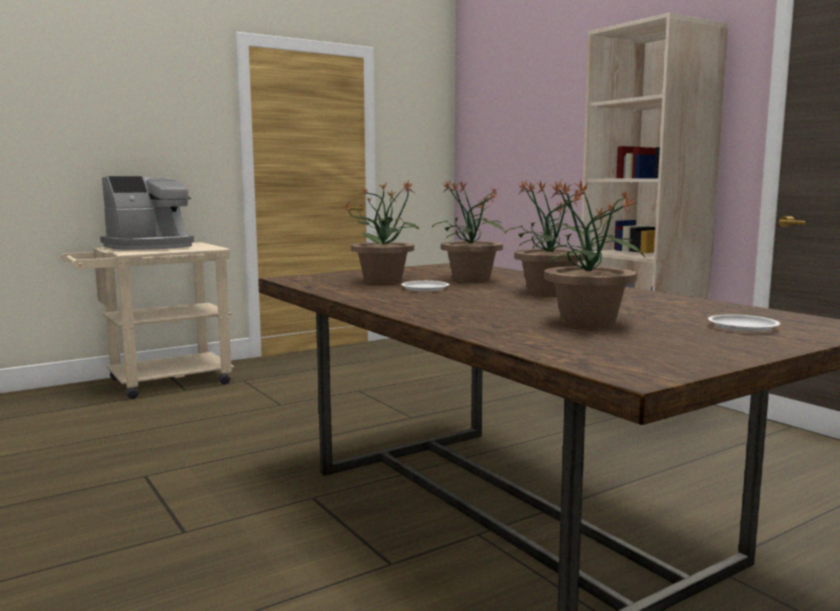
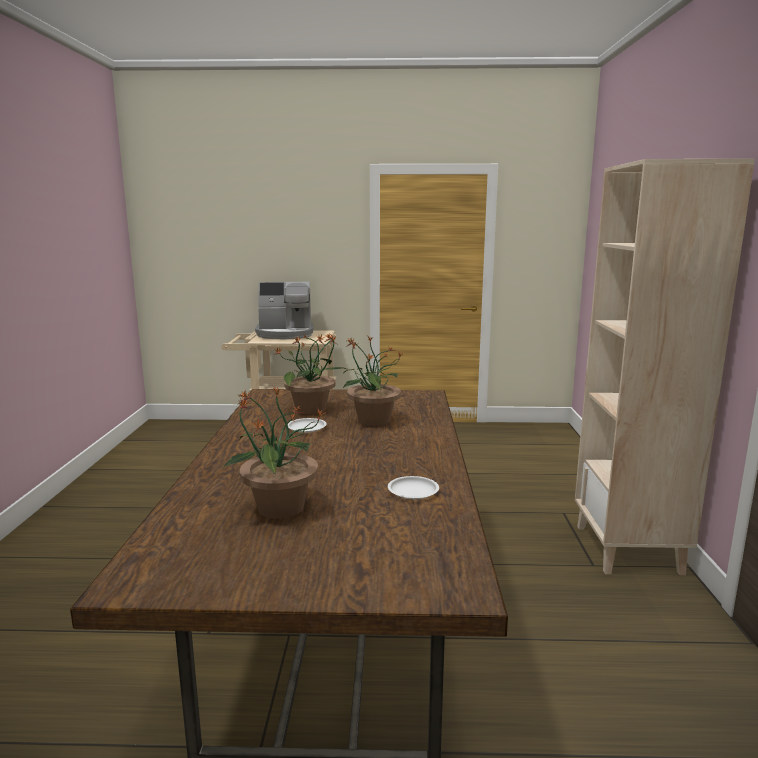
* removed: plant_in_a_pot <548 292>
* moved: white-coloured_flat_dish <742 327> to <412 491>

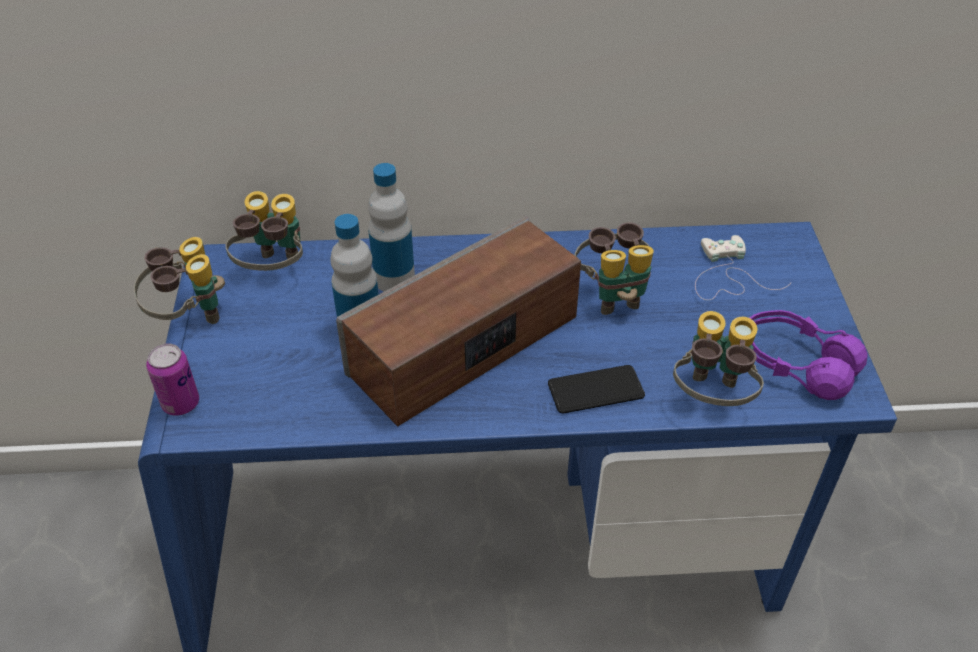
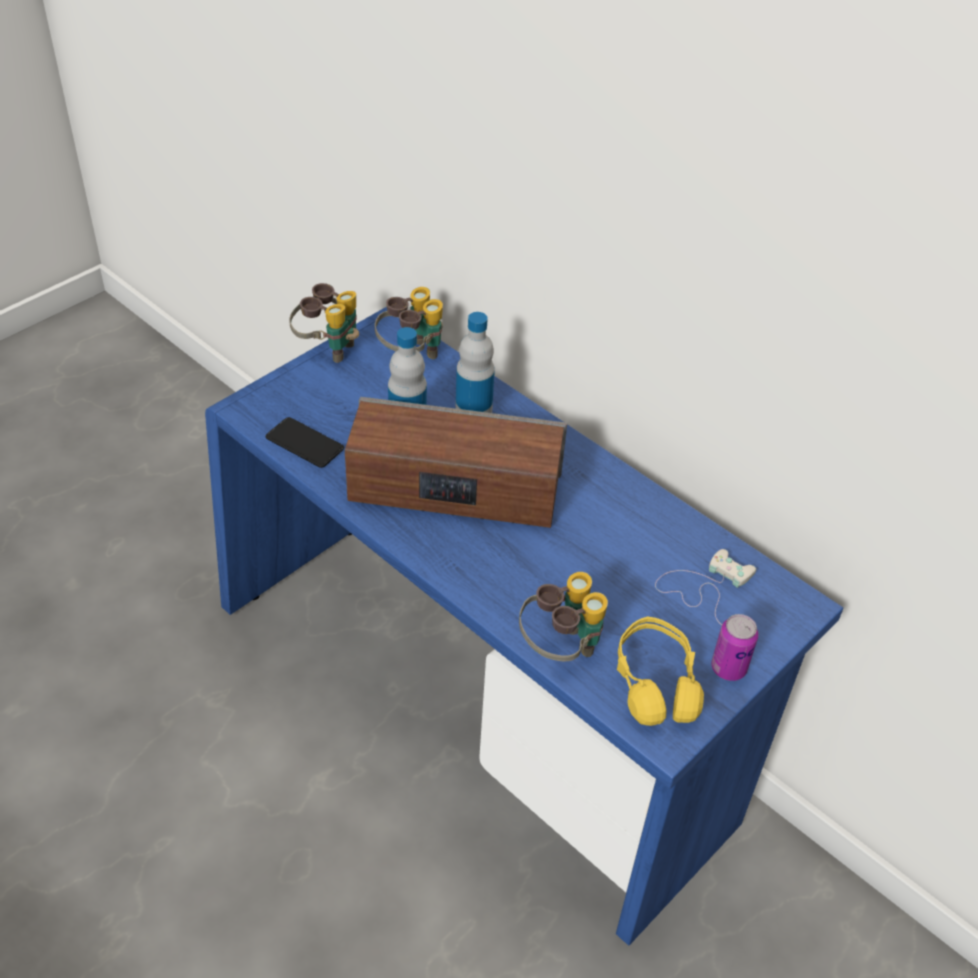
* removed: binoculars <612 295>
* moved: sealed_can <181 403> to <728 668>
* moved: handset <595 390> to <304 443>
* recoloured: purple-coloured_pair_of_headphones <796 365> to yellowish_pair_of_headphones <655 683>

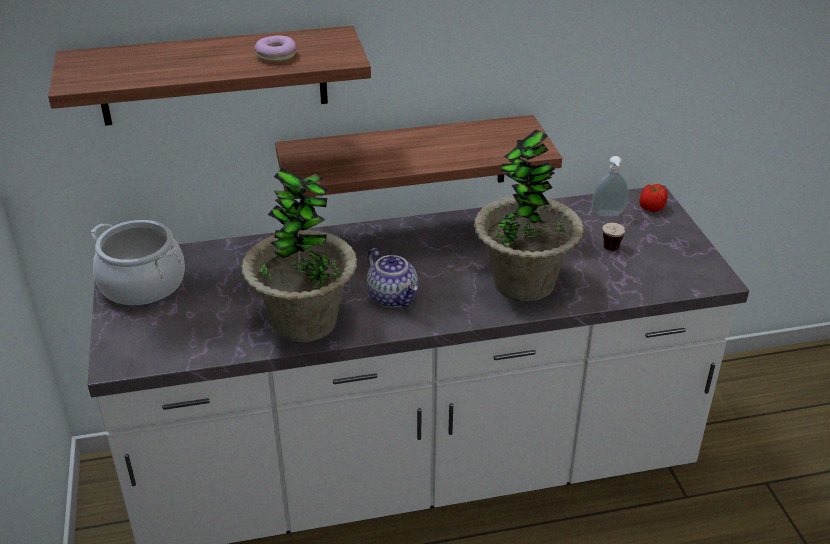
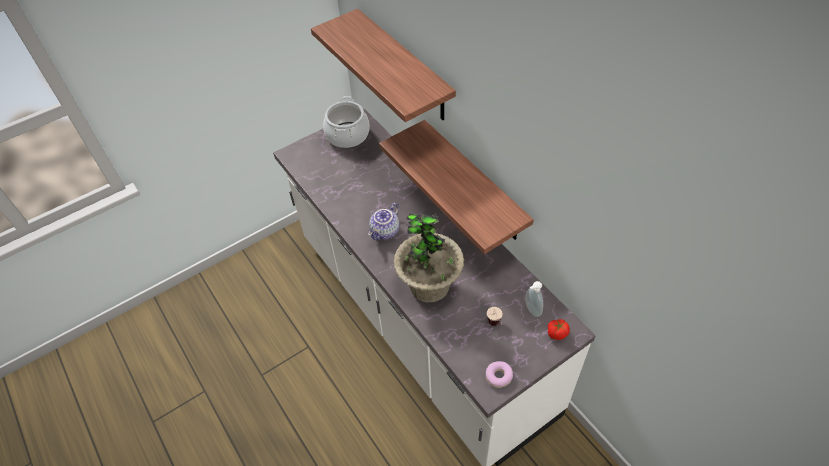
* removed: plant_in_a_pot <304 321>
* moved: ring_doughnut <276 55> to <499 376>

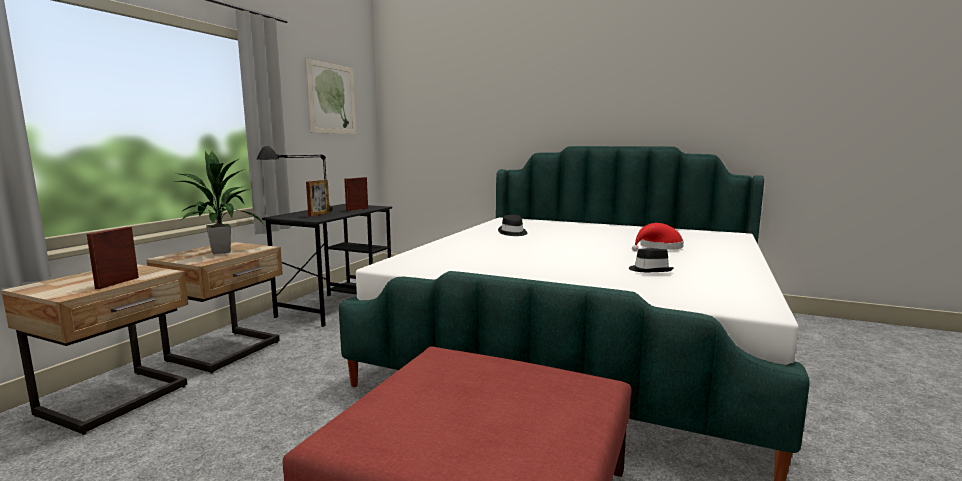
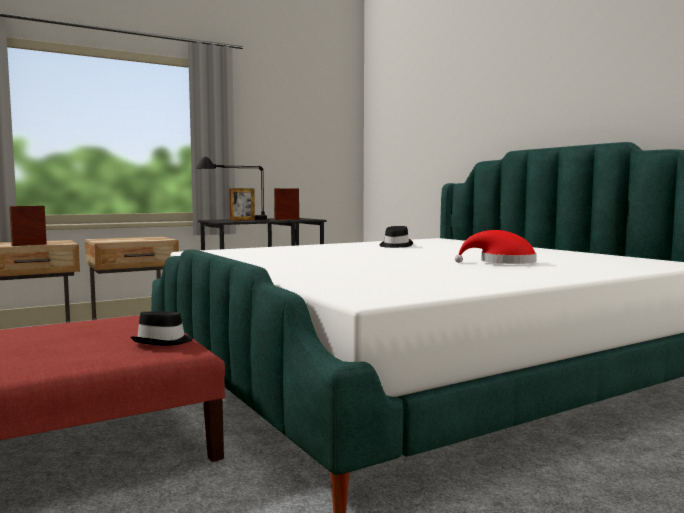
* removed: plant_in_a_pot <220 252>
* removed: wall_picture <332 99>
* moved: black_wearable_hat <650 270> to <164 342>

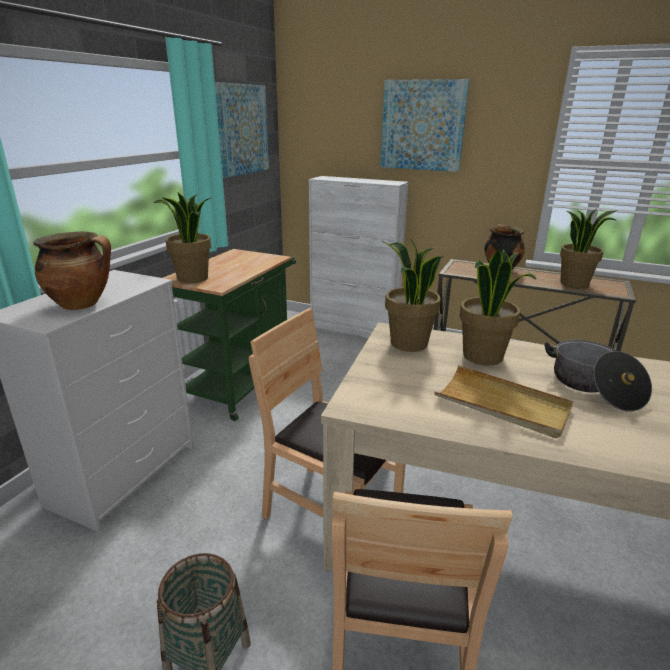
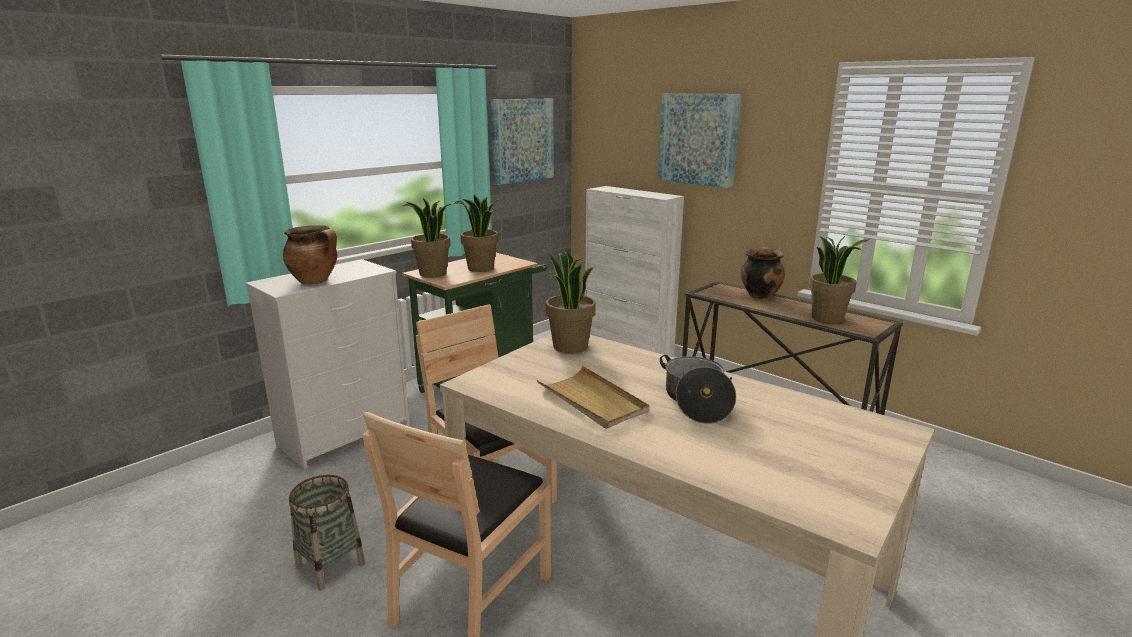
* moved: plant_in_a_pot <483 357> to <481 268>

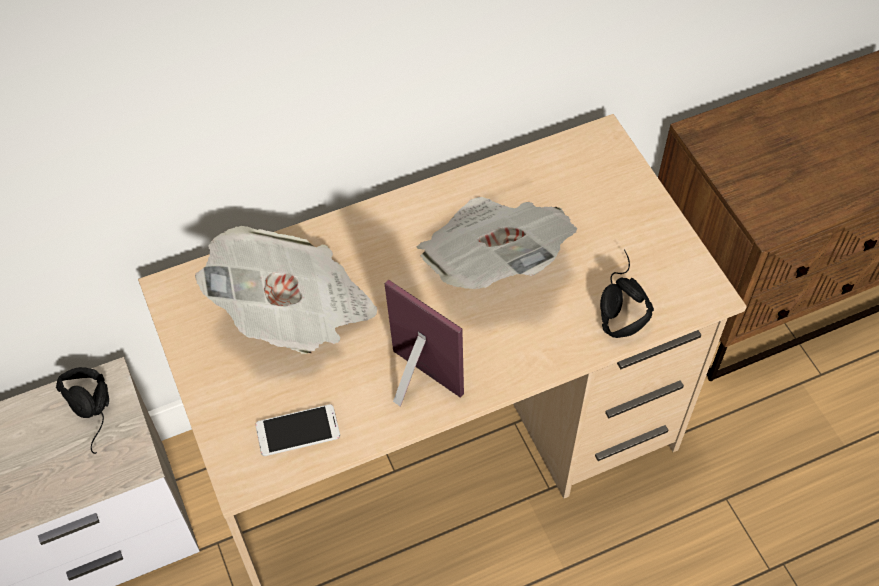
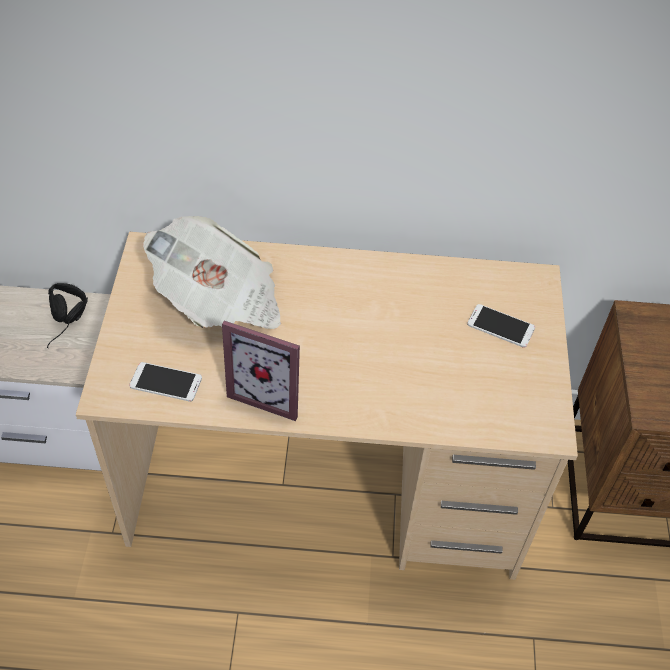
* removed: daily_paper <492 261>
* removed: black_pair_of_headphones <616 300>
* added: handset <501 326>
* turned: photo_frame <414 387> = <269 392> 135 degrees clockwise

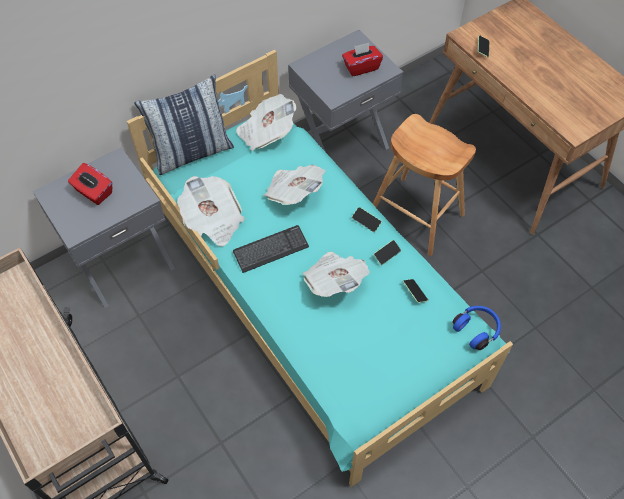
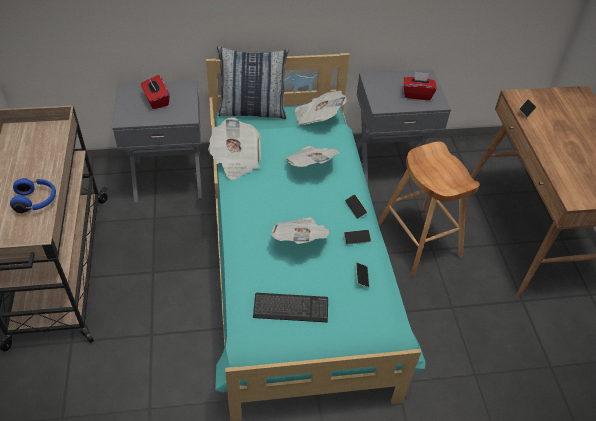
* moved: keyboard <271 249> to <290 308>
* moved: blue-coloured_pair_of_headphones <477 329> to <36 201>

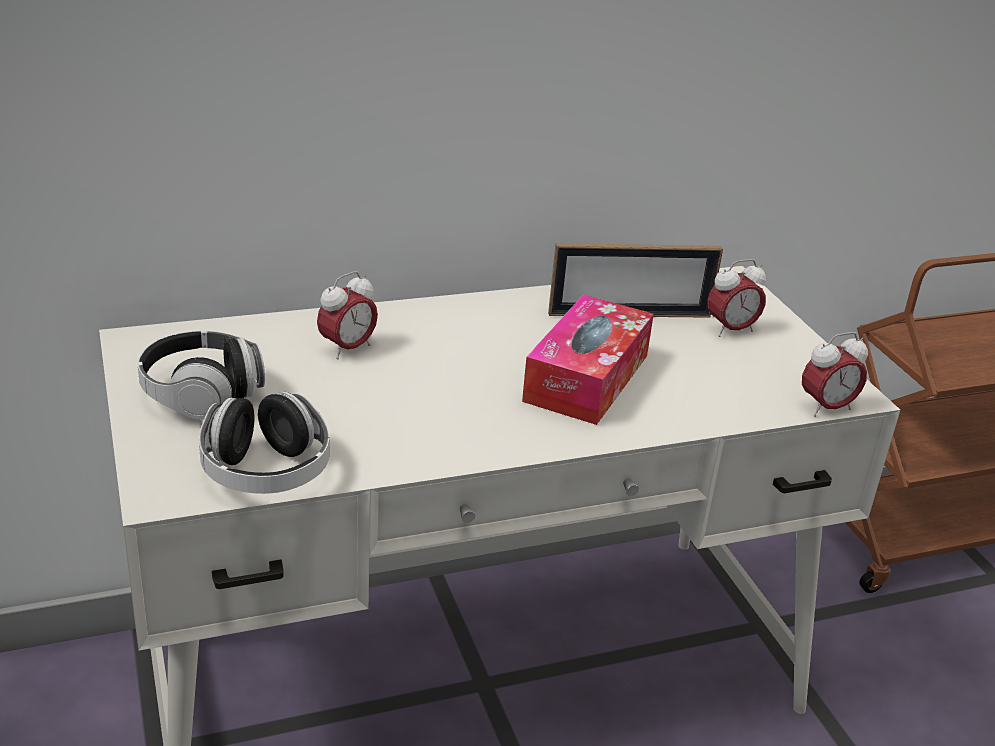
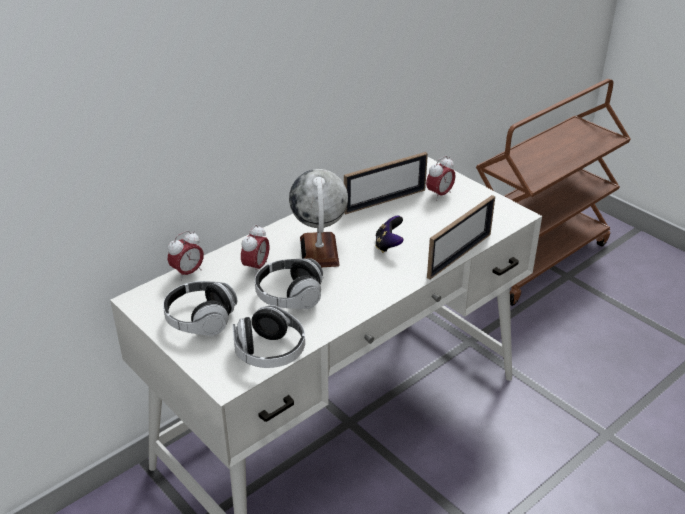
* added: pair_of_headphones <289 296>
* added: globe <319 251>
* added: photo_frame <459 255>
* moved: bedside_clock <826 408> to <188 273>
* replaced: tissue_box <586 378> to gamepad <388 245>

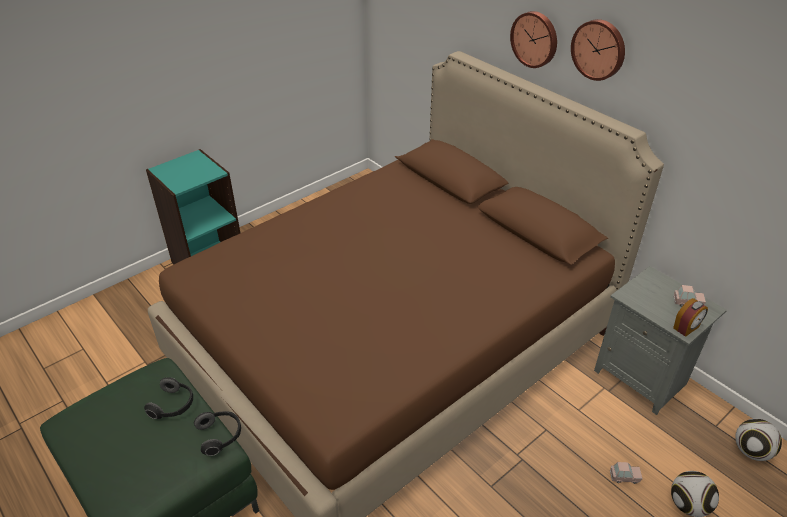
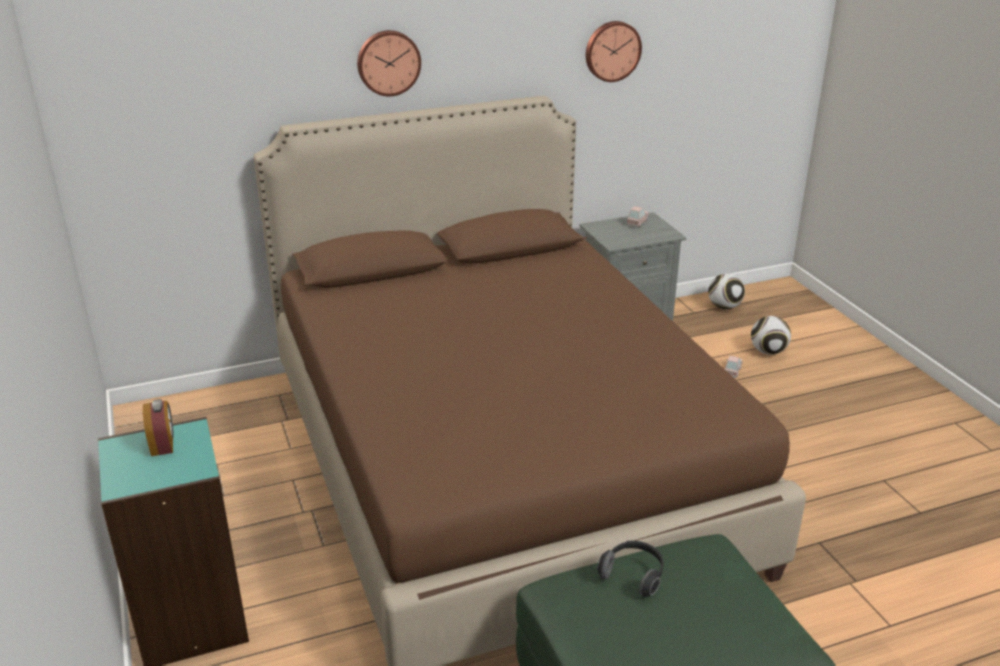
* removed: pair_of_headphones <220 436>
* moved: hanging_clock <599 49> to <612 51>
* moved: bedside_clock <686 328> to <163 445>

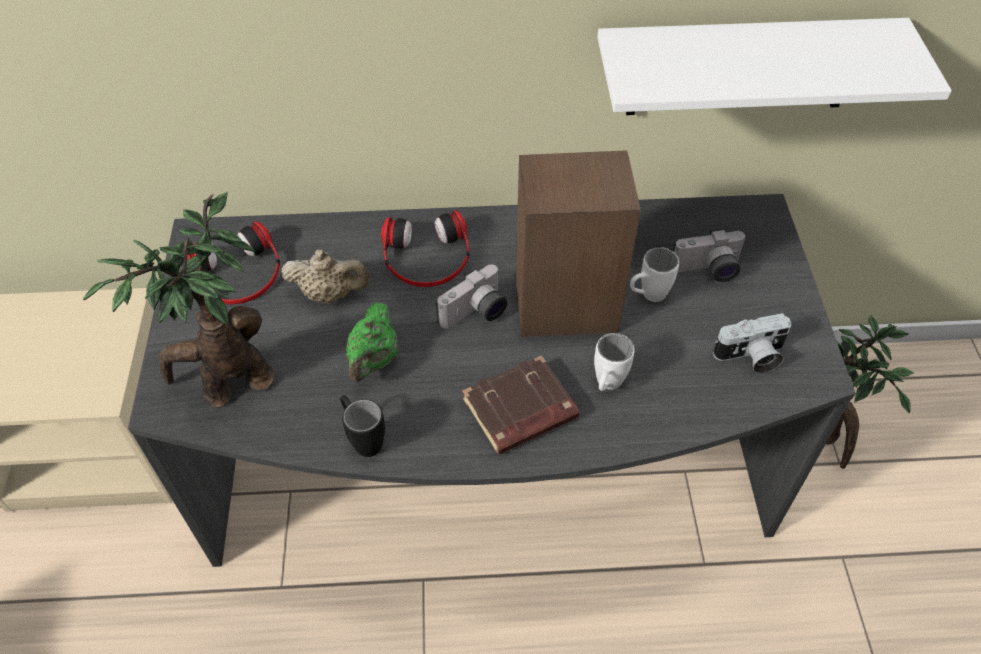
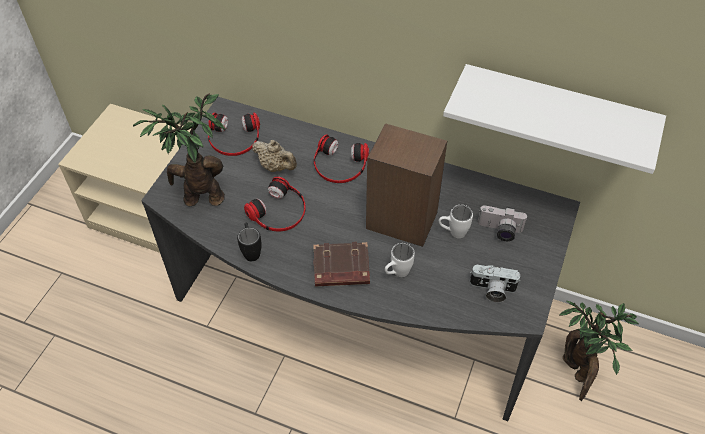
* removed: still_camera <476 314>
* replaced: greenish_teapot <373 360> to pair_of_headphones <279 211>

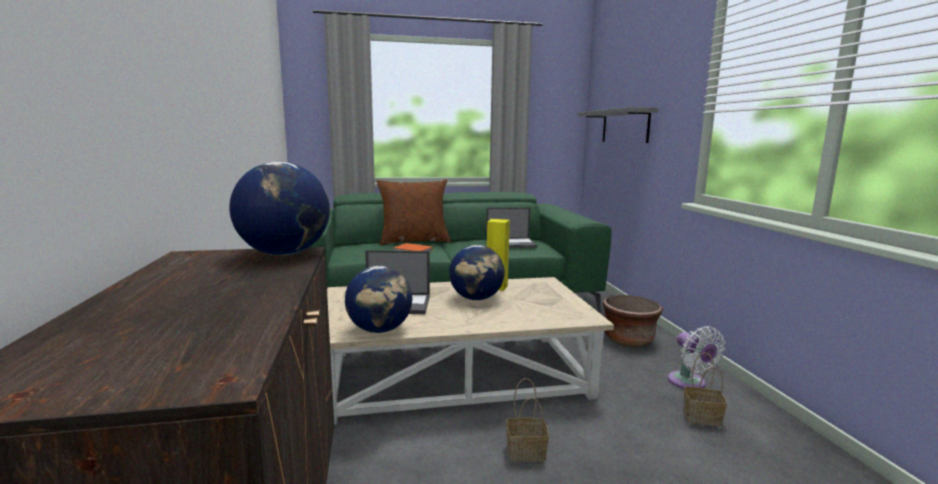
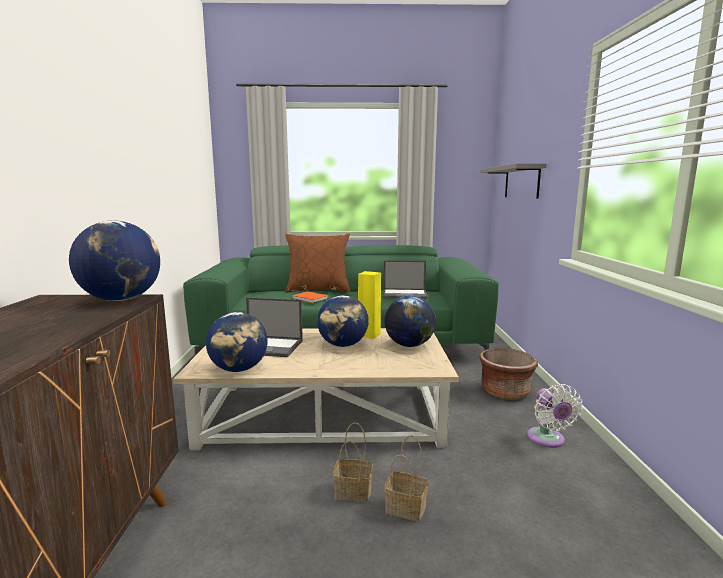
* added: globe <409 345>
* moved: storage_basket <700 418> to <404 508>

